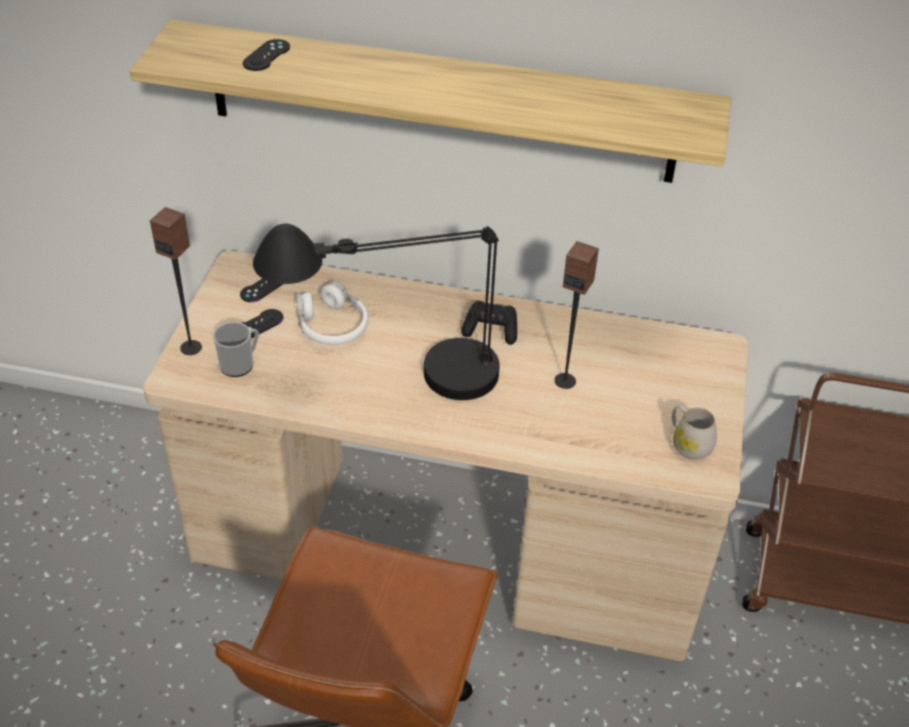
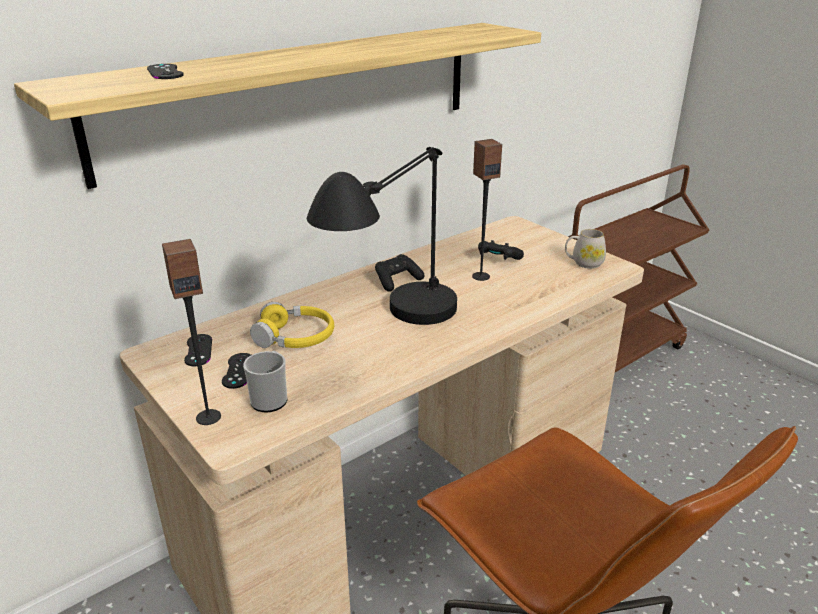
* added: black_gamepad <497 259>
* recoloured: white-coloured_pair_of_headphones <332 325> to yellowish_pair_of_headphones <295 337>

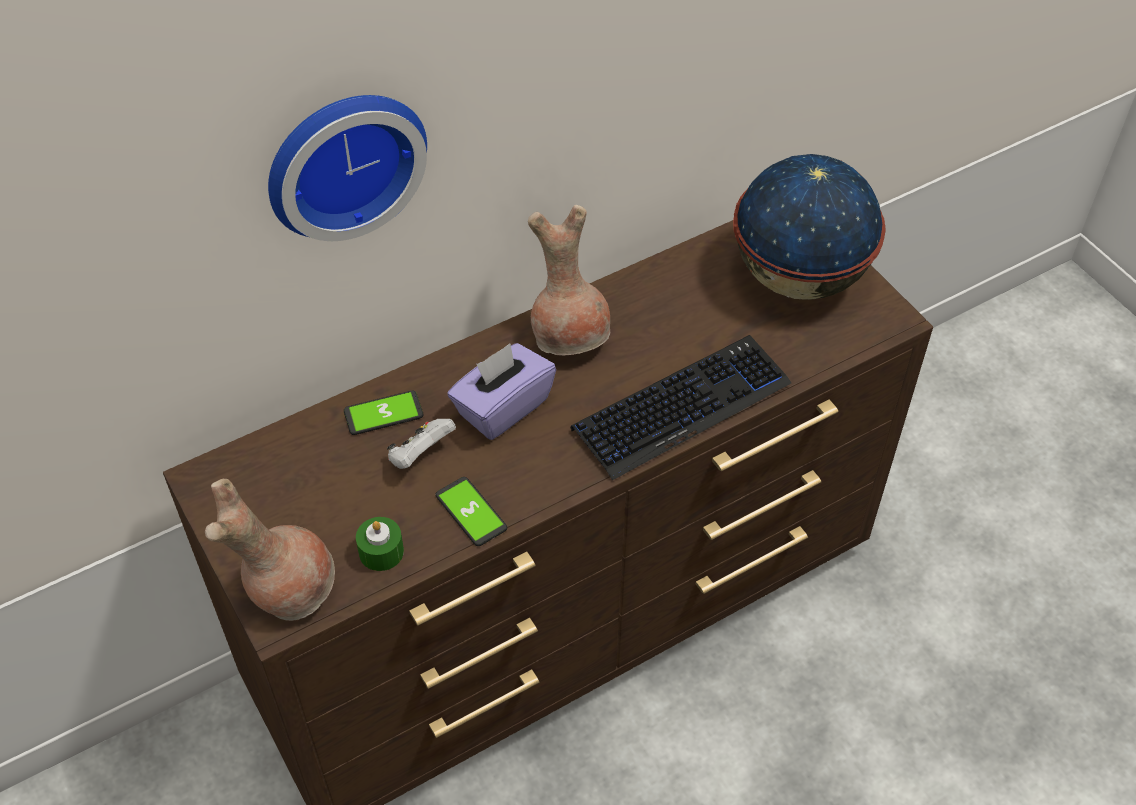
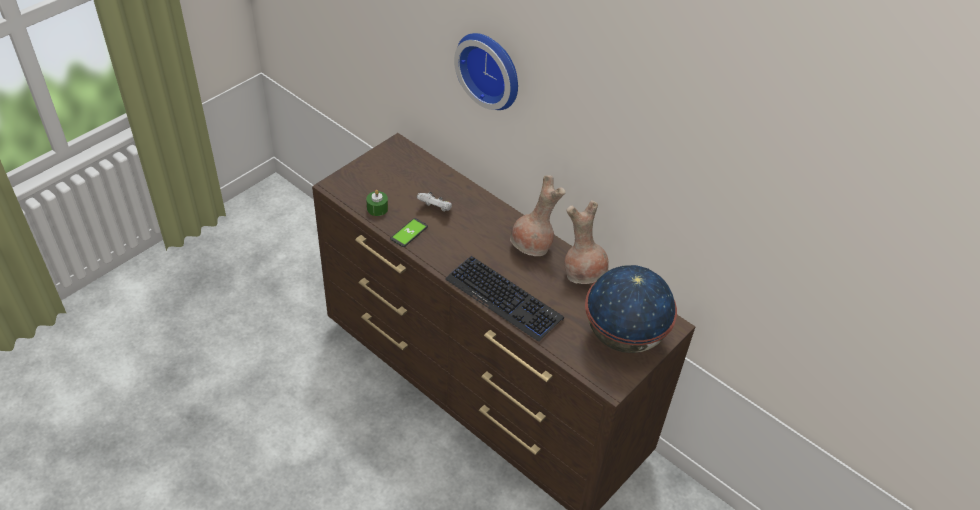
* removed: handset <383 414>
* removed: purple-coloured_tissue_box <502 407>
* moved: brown-coloured_decorative_vase <289 589> to <584 274>

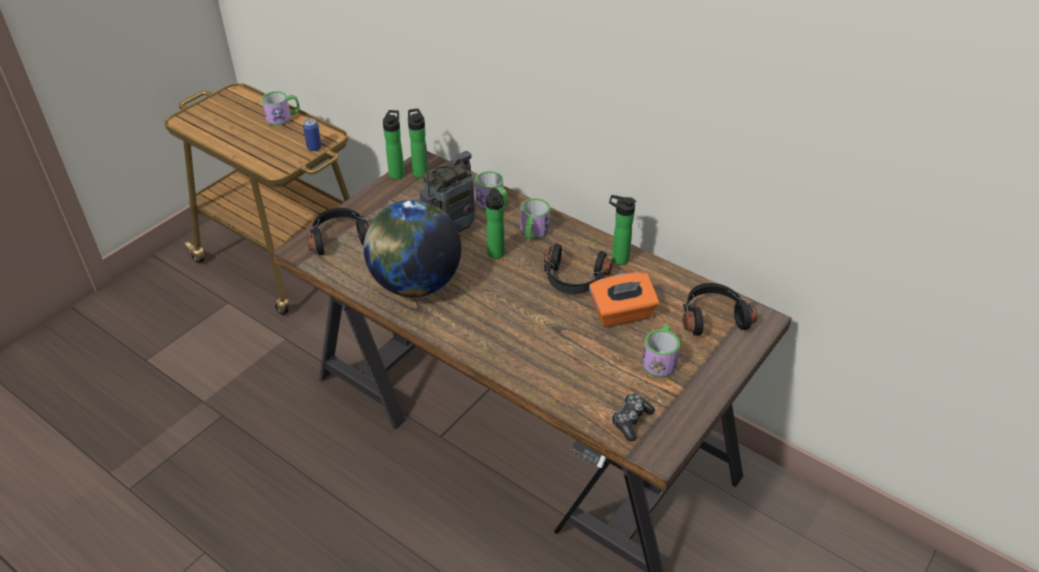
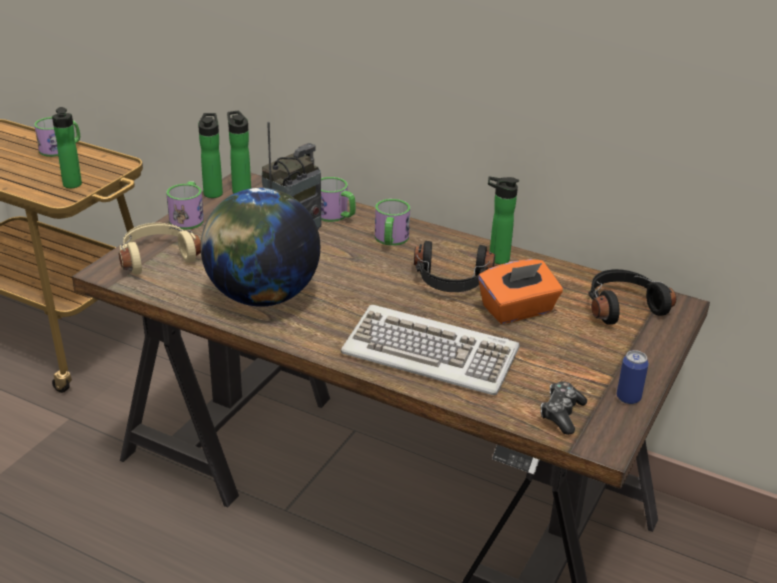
* added: keyboard <431 354>
* moved: sealed_can <314 147> to <628 398>
* moved: drink_bottle <496 255> to <72 186>
* moved: coffee_mug <660 359> to <188 217>
* recoloured: black_pair_of_headphones <340 237> to beige-coloured_pair_of_headphones <157 257>

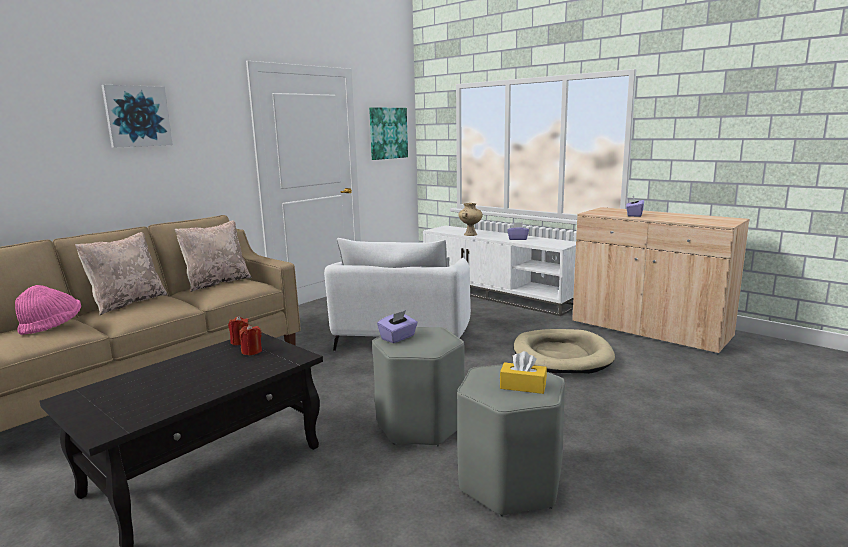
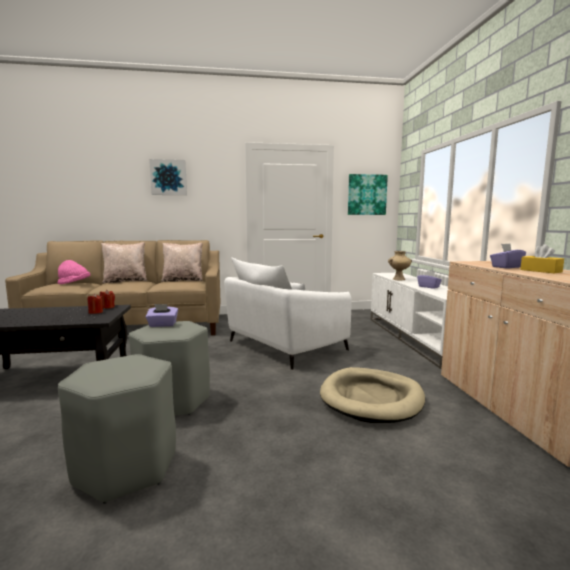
* moved: yellowish_tissue_box <523 386> to <540 271>

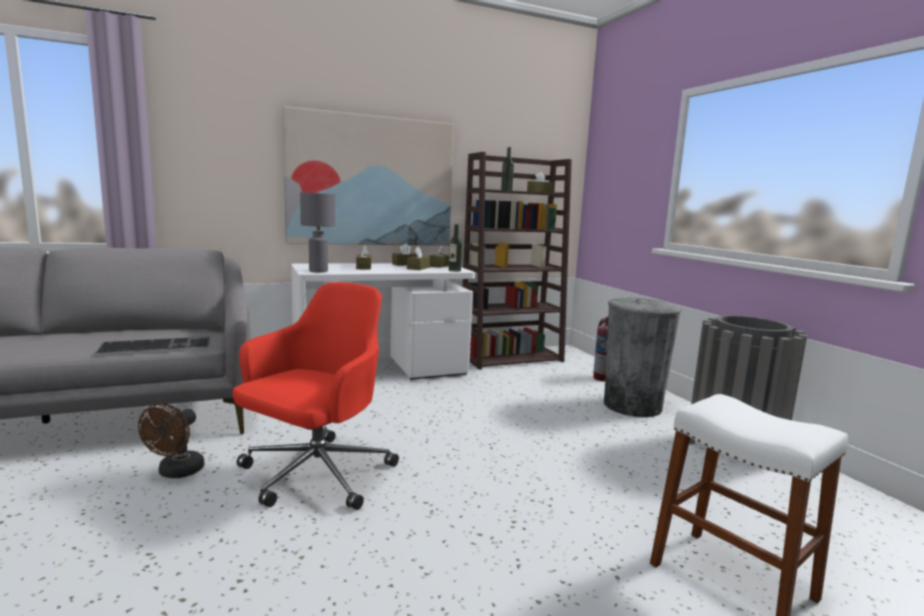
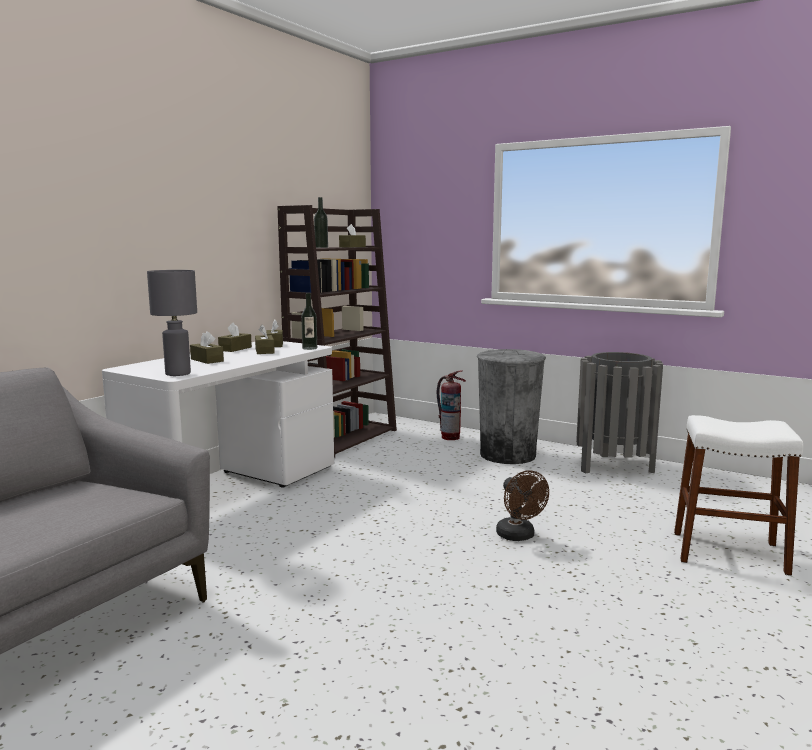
* removed: keyboard <157 344>
* removed: reddish_office_chair <315 475>
* removed: wall_picture <371 181>
* moved: brown-coloured_fan <177 473> to <519 536>

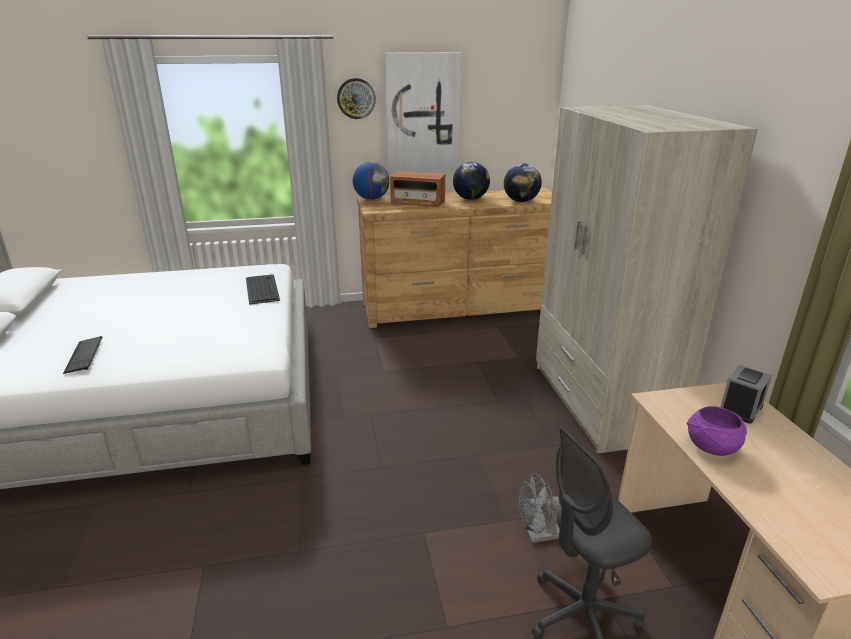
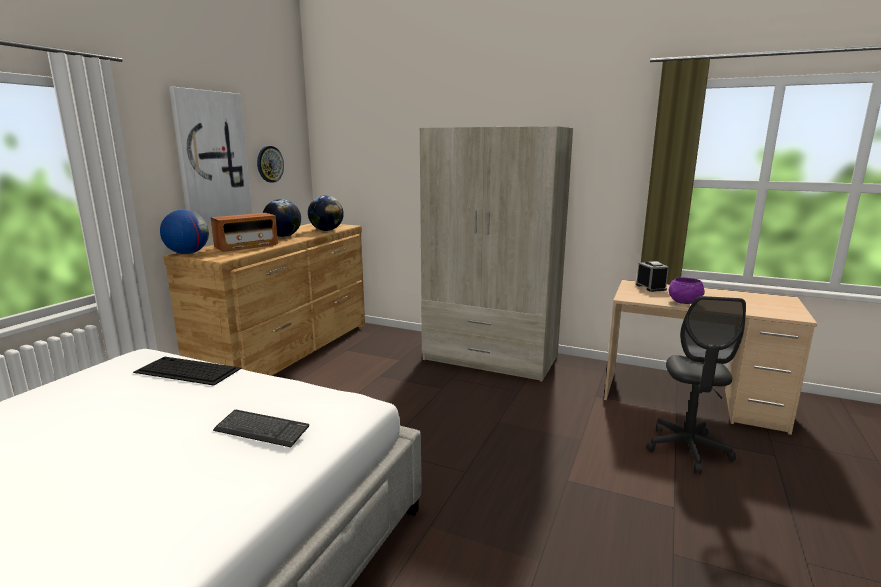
* removed: grey_fan <538 535>
* moved: keyboard <84 356> to <261 430>
* moved: hanging_clock <356 98> to <269 164>

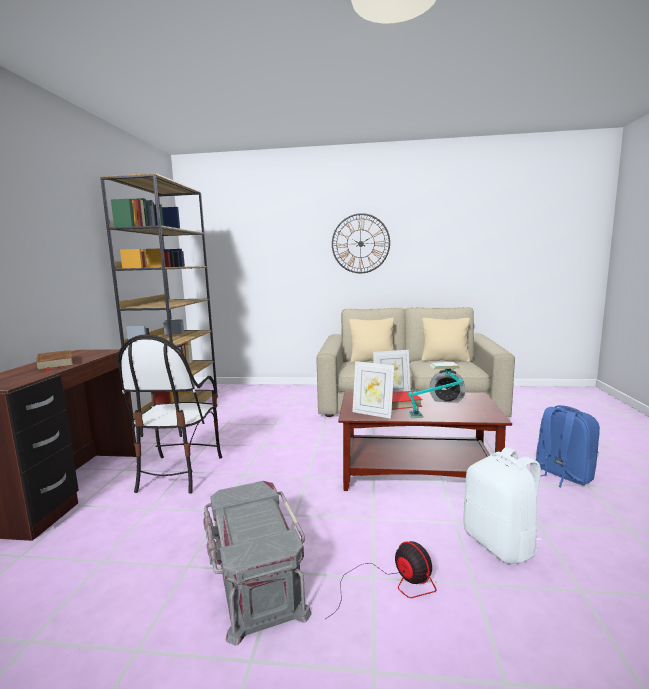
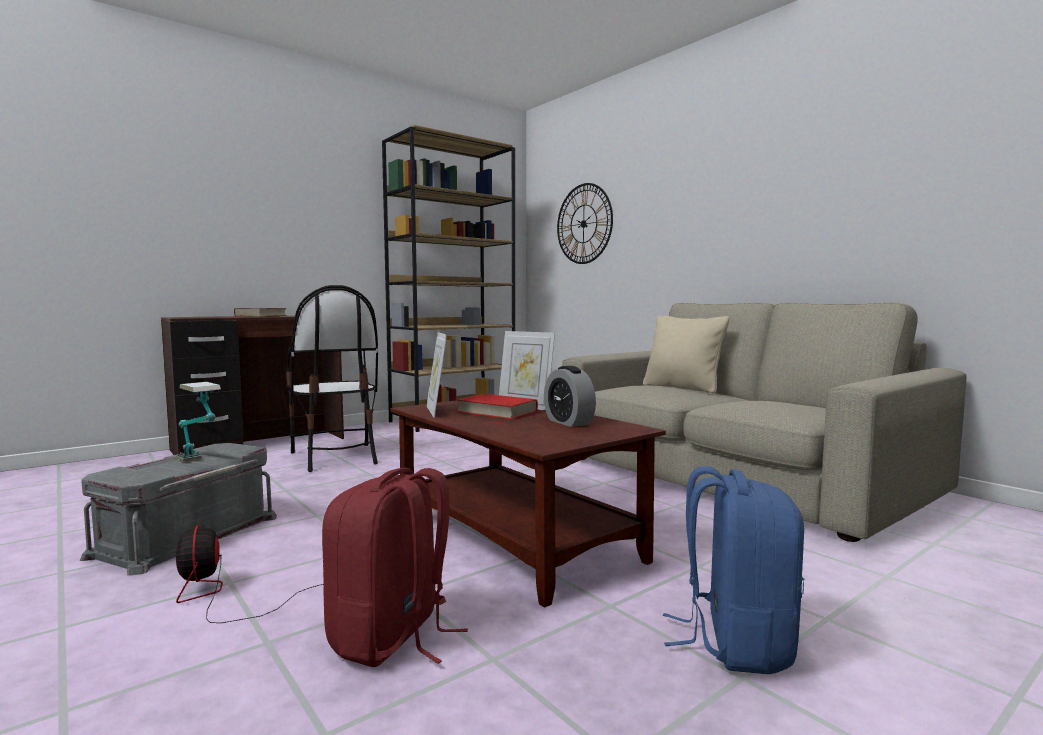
* removed: beige-coloured_throw_pillow <445 360>
* moved: hanging_clock <360 243> to <584 224>
* moved: tabletop_lamp <434 415> to <199 463>
* recoloured: white-coloured_rucksack <501 544> to reddish_rucksack <392 638>
* turned: upright_chair <178 472> = <335 457> 75 degrees counterclockwise
* turned: fan <391 585> = <221 595> 150 degrees clockwise

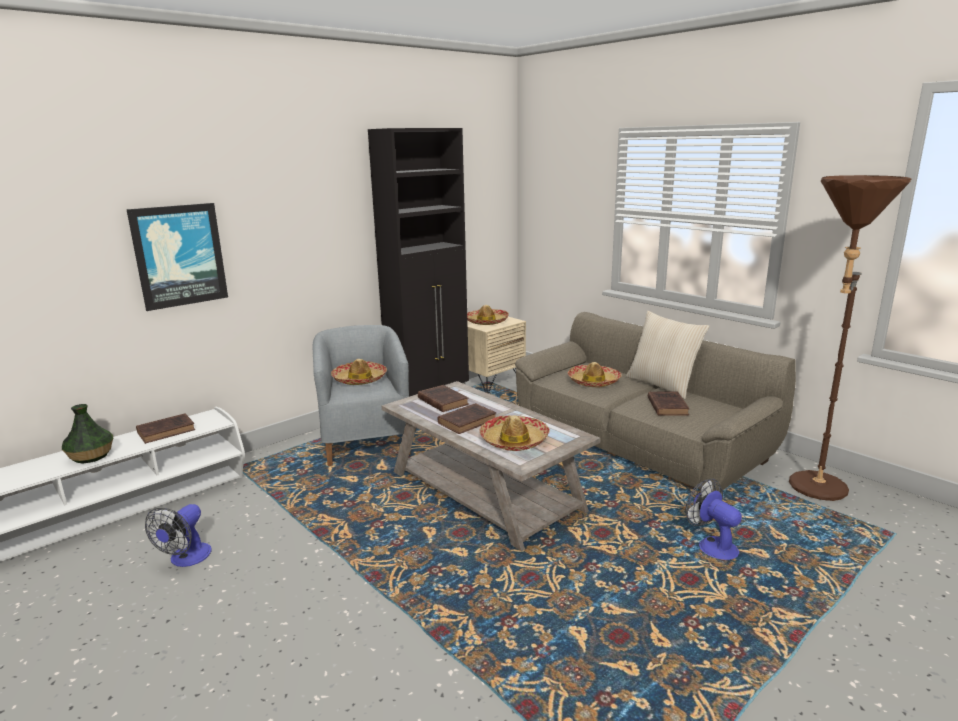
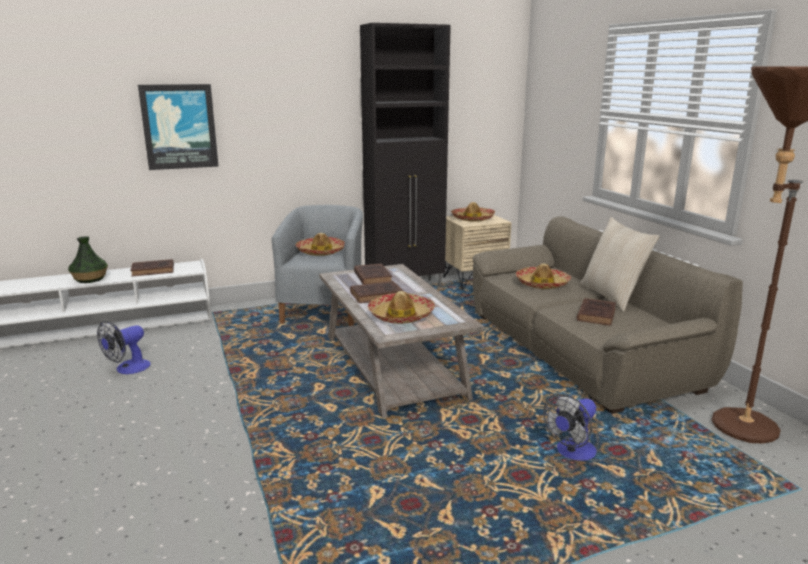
* turned: fan <712 545> = <572 453> 120 degrees counterclockwise

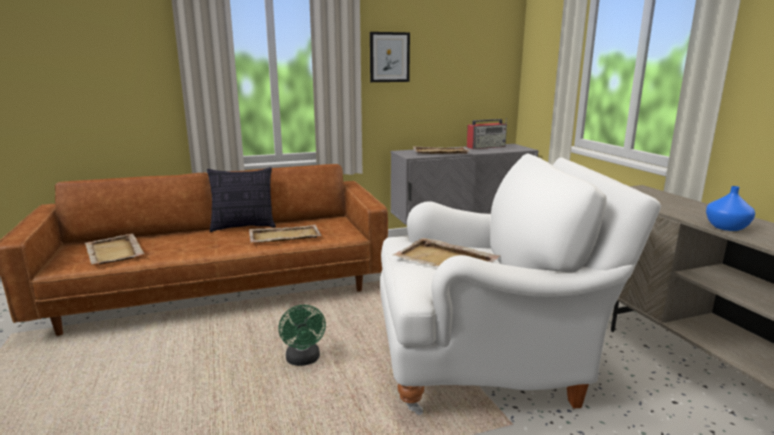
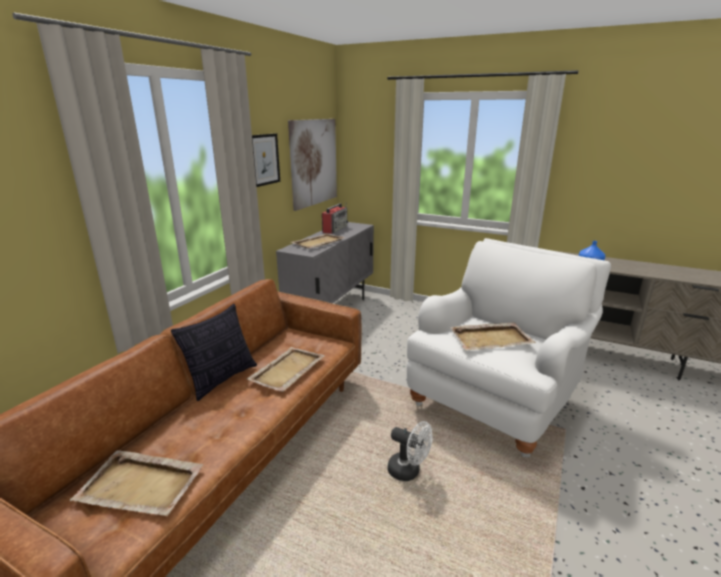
* added: wall_picture <313 162>
* recoloured: greenish_fan <303 360> to white-coloured_fan <408 471>

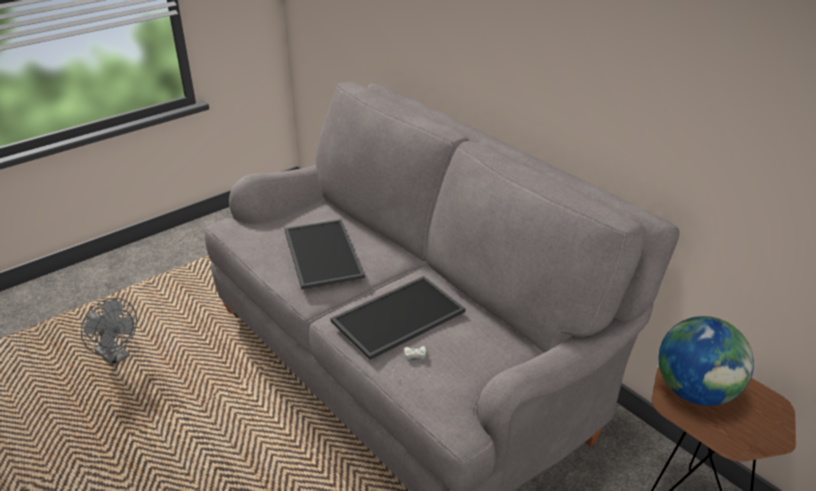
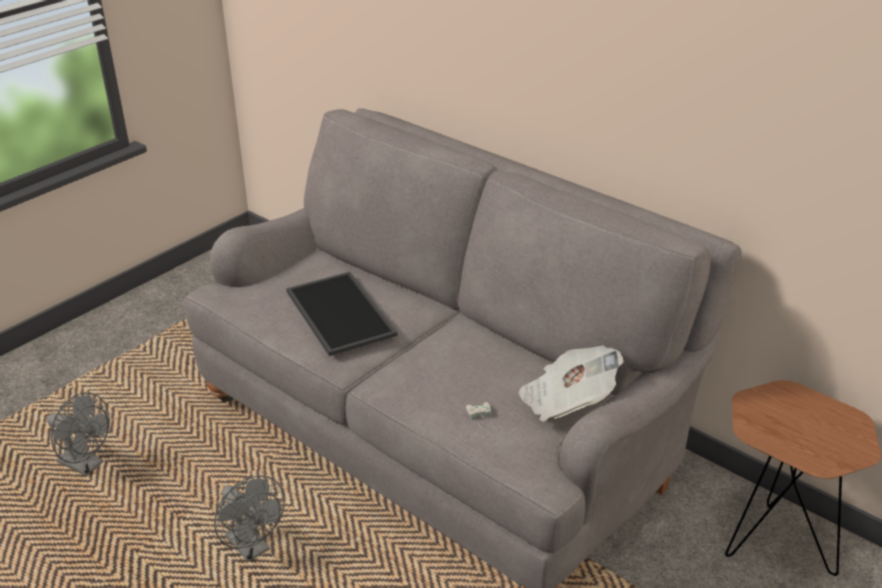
* removed: carrying_tray <398 318>
* removed: globe <695 392>
* added: grey_fan <252 548>
* added: daily_paper <567 400>

